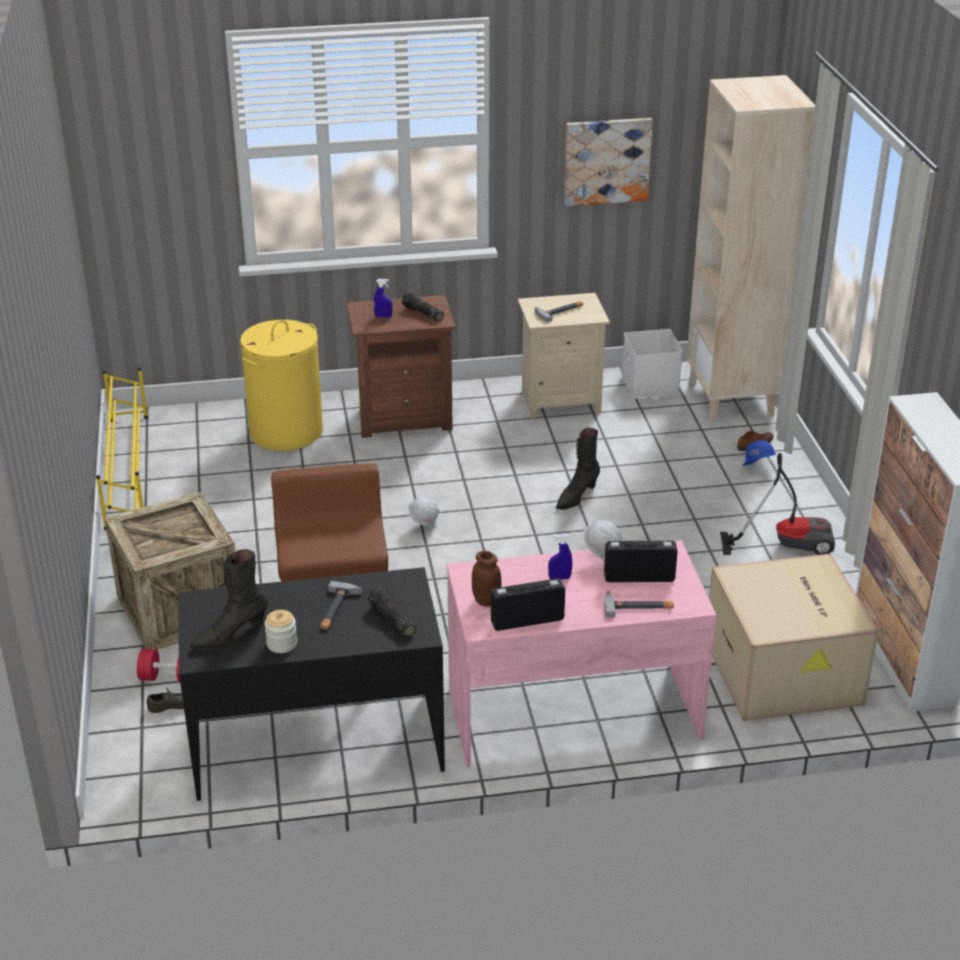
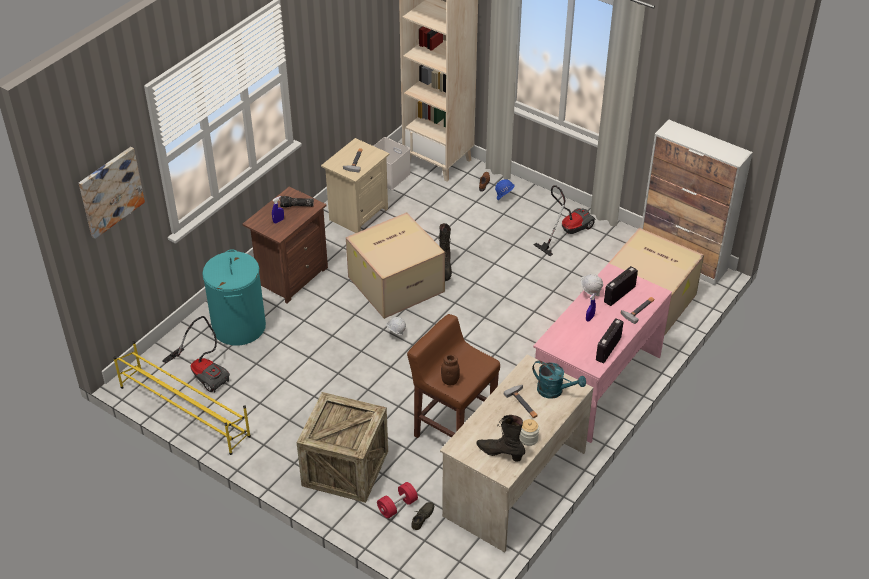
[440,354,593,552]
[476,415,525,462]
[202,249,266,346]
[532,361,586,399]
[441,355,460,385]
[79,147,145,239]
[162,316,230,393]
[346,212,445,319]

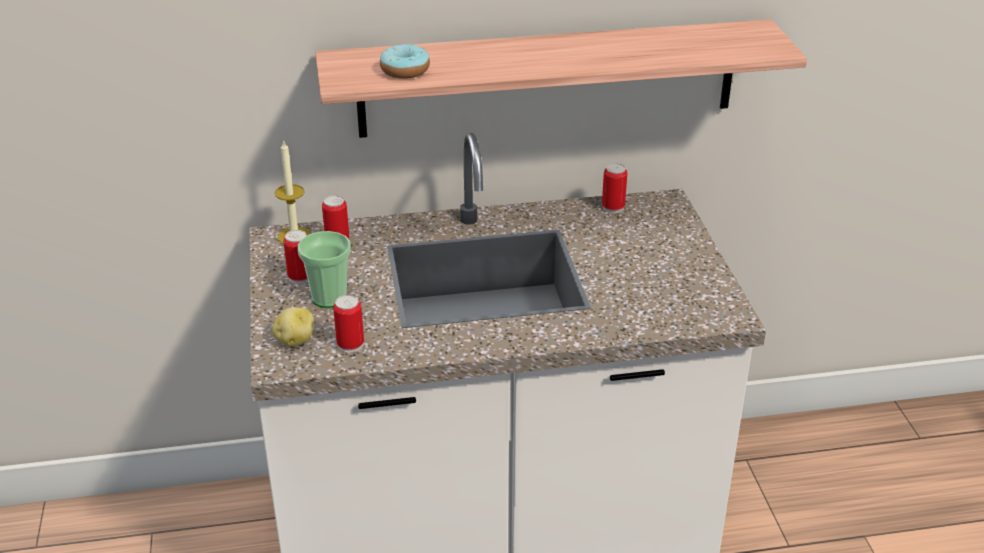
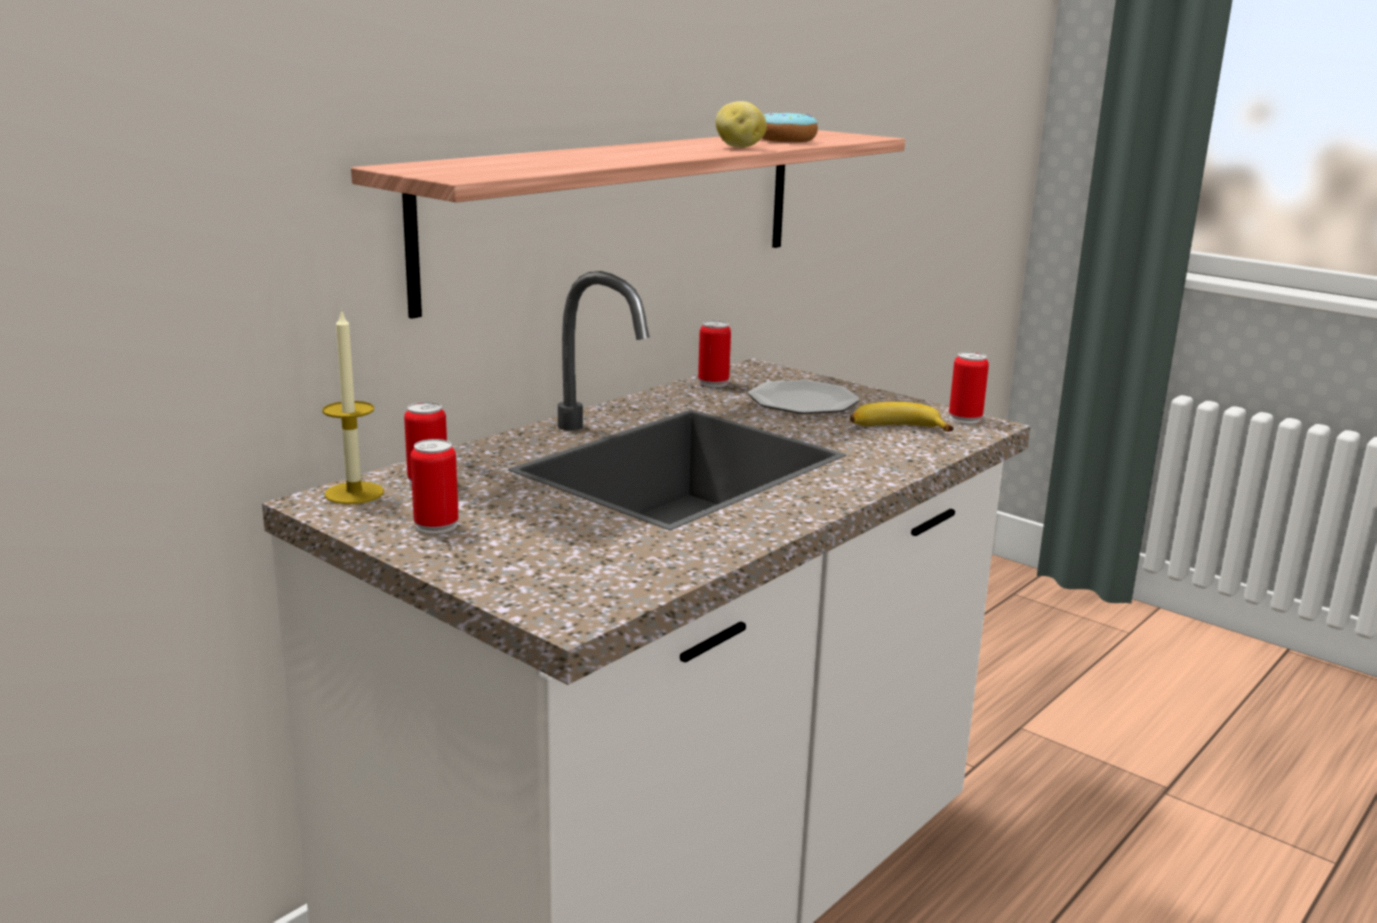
[715,101,767,147]
[298,231,351,308] (first image)
[949,352,989,424]
[762,112,818,142]
[748,380,860,414]
[850,402,954,432]

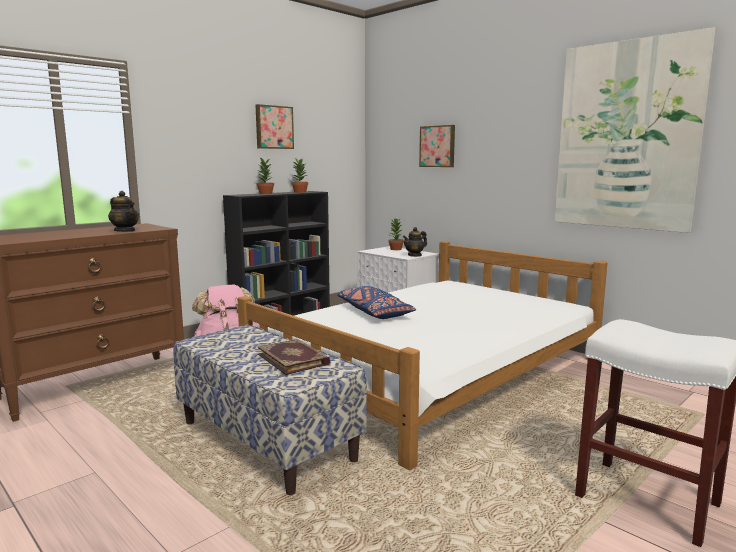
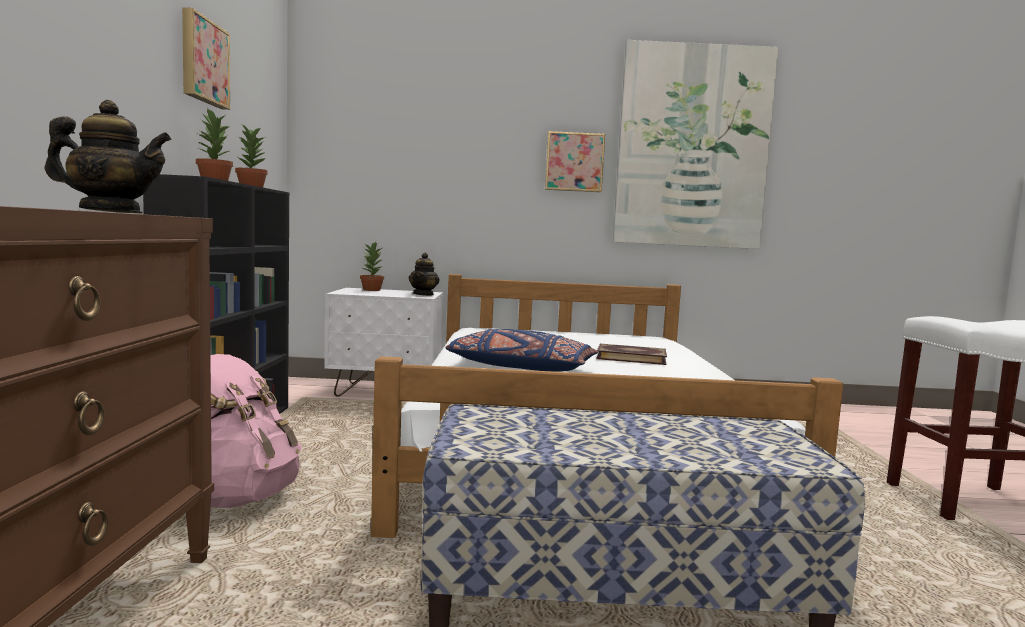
[596,344,667,365]
[545,131,605,192]

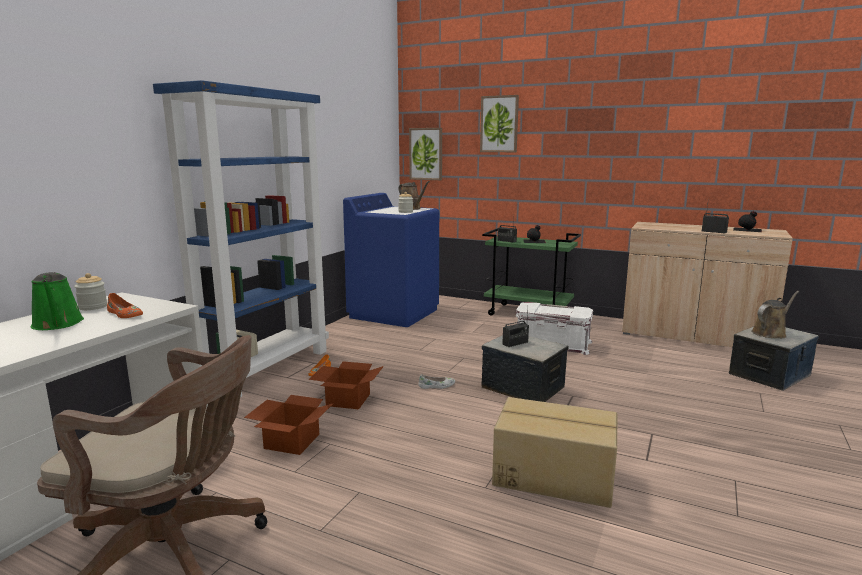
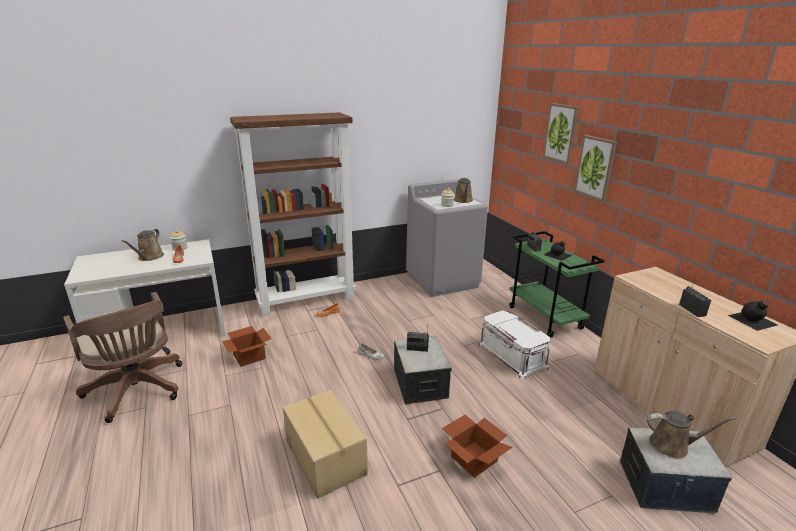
[121,229,164,261]
[230,112,356,316]
[442,415,512,478]
[406,179,488,297]
[574,135,617,201]

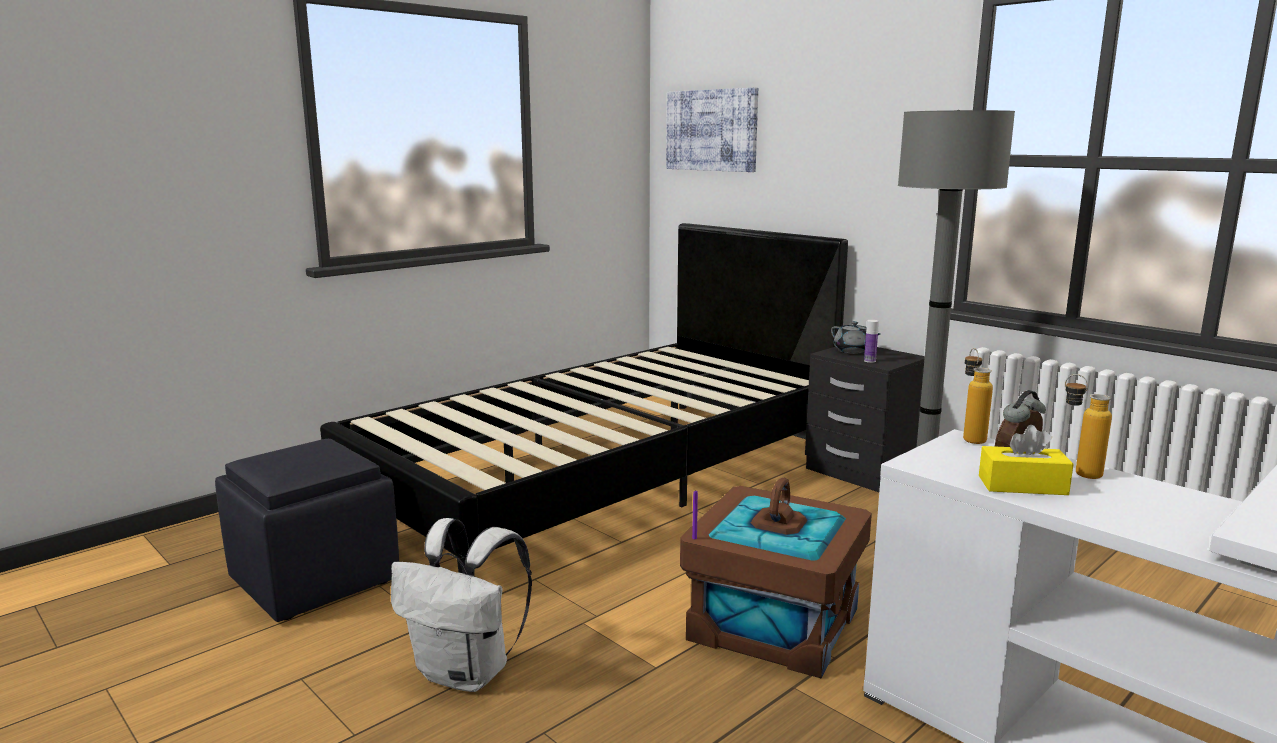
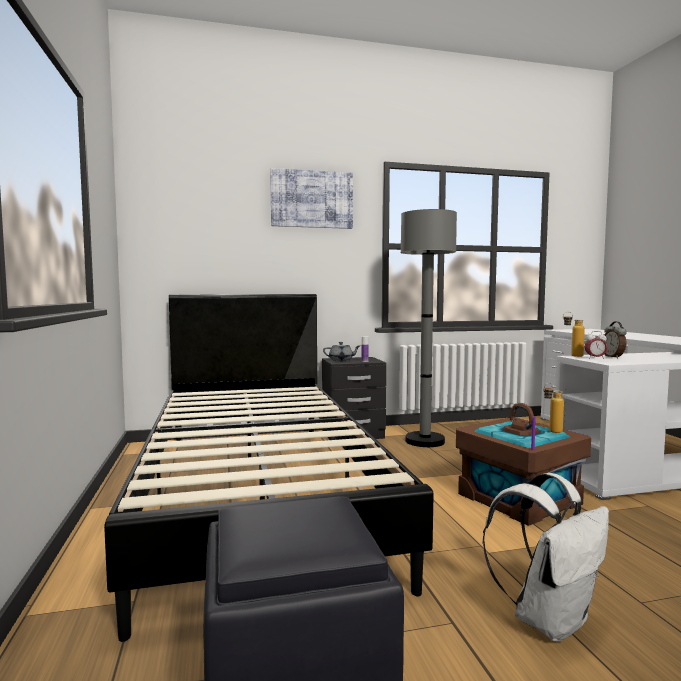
[270,168,353,229]
[979,425,1074,495] (first image)
[543,383,564,433]
[585,331,607,359]

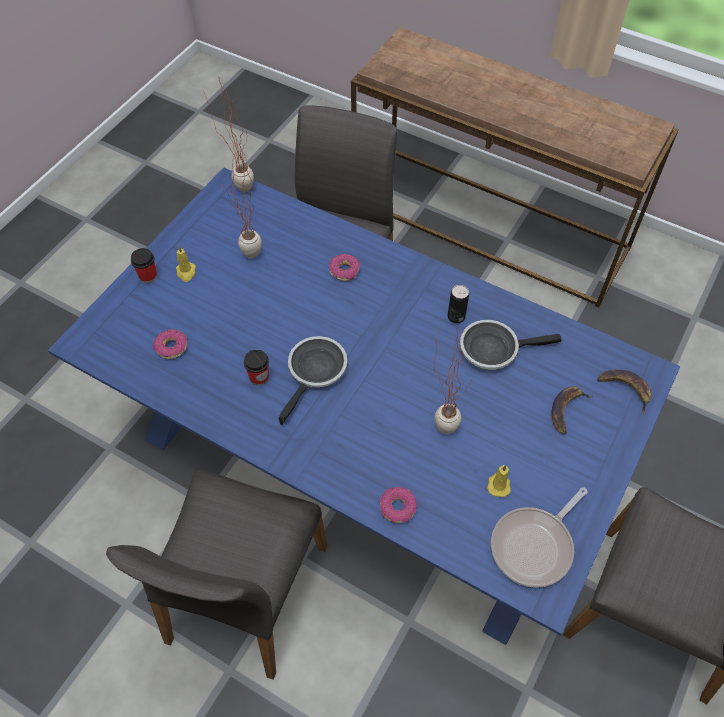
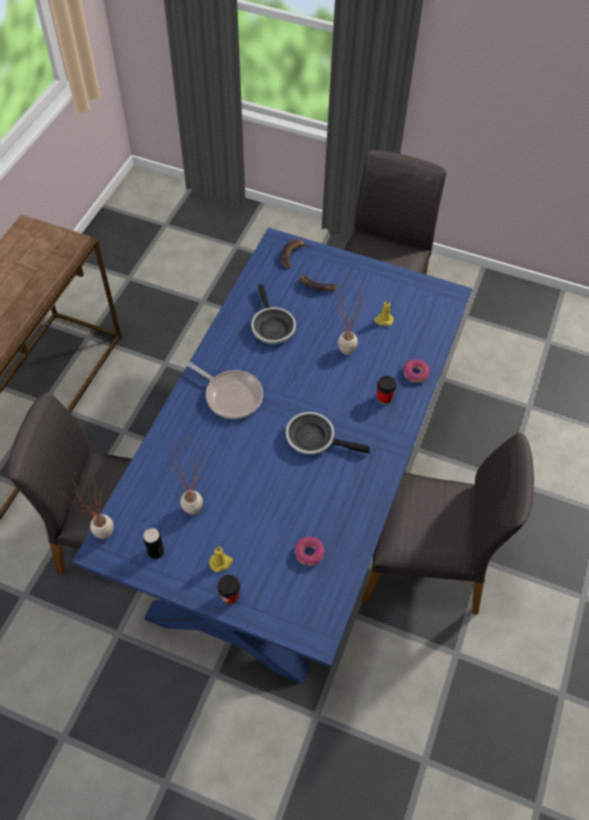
[377,376,397,405]
[329,254,360,281] (first image)
[143,528,164,559]
[187,362,263,419]

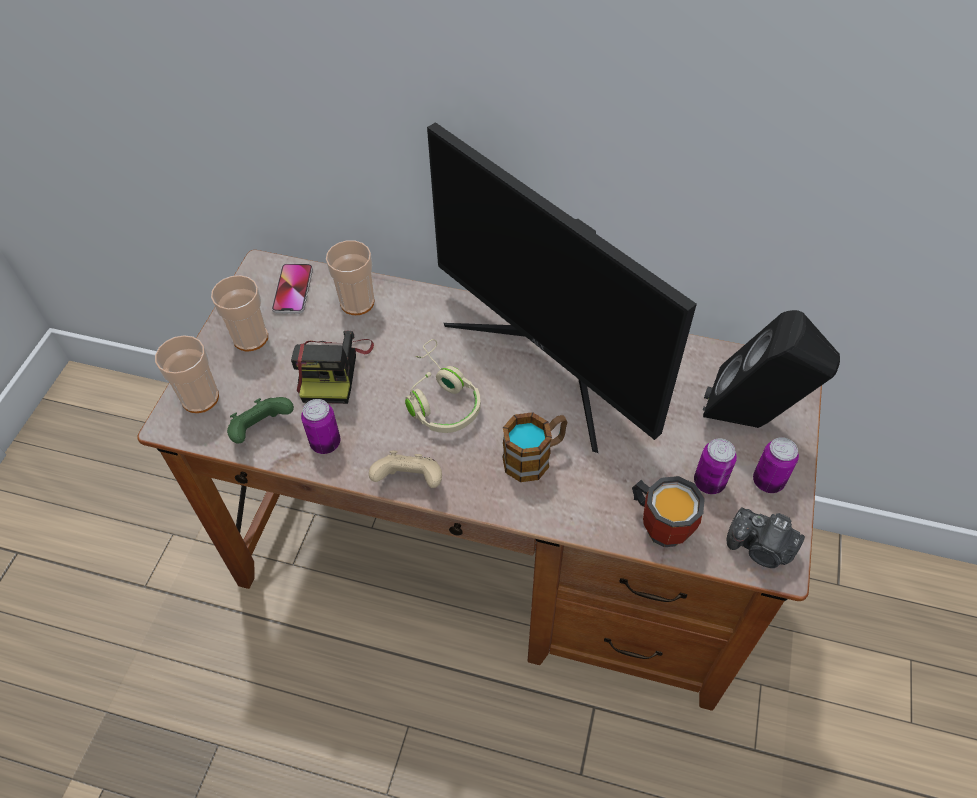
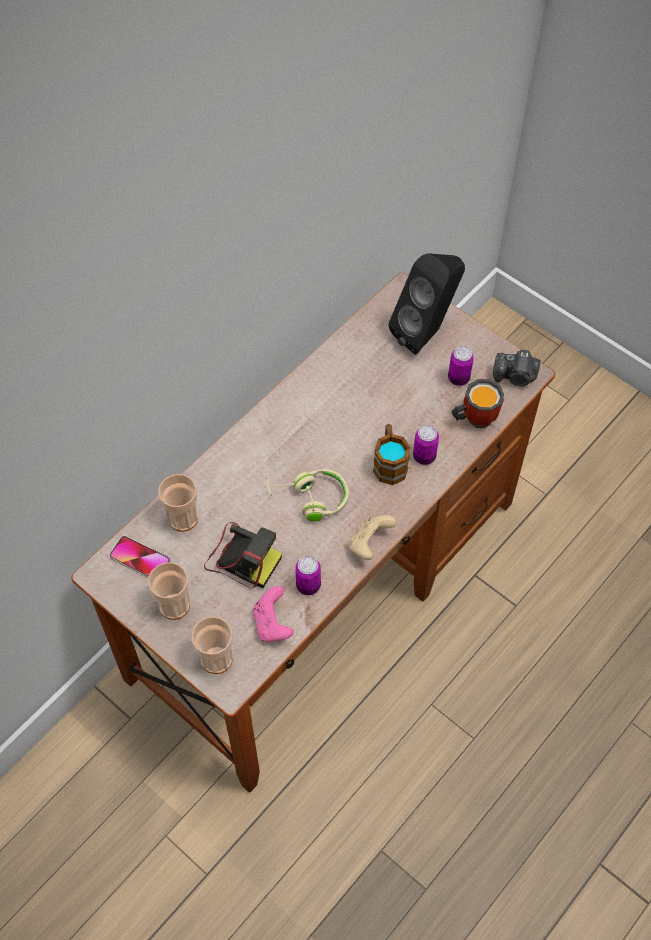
[253,586,294,642]
[427,122,697,453] (first image)
[493,349,541,386]
[413,425,439,465]

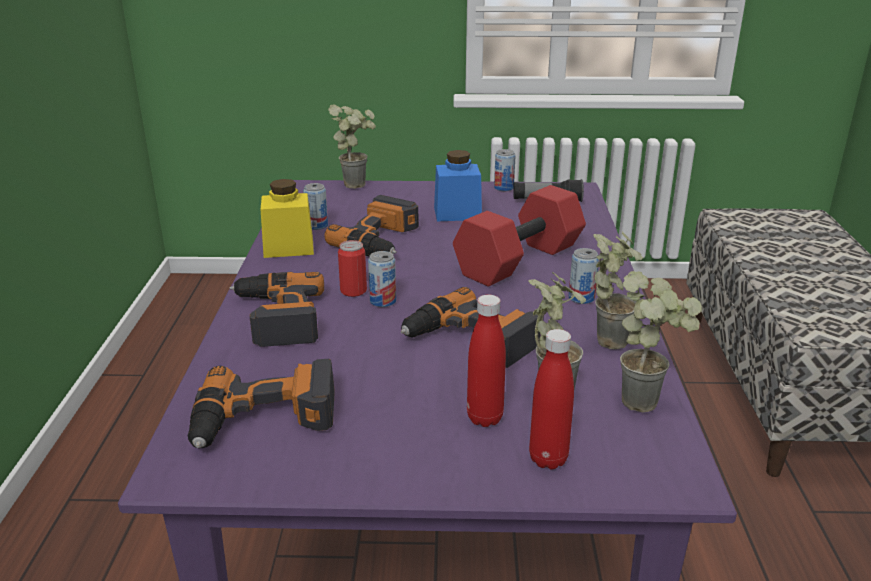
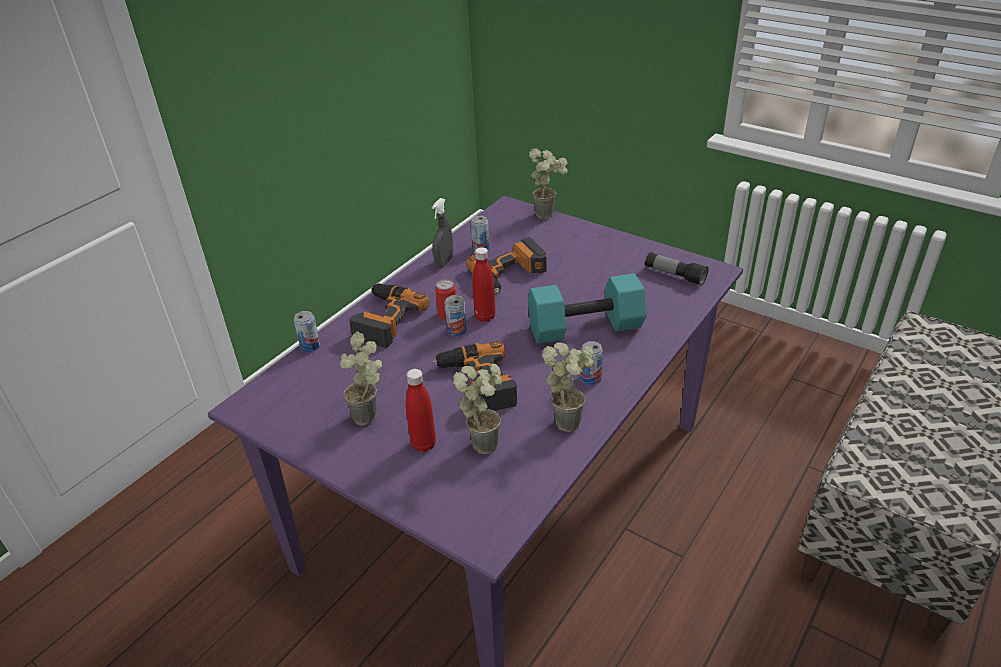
[188,359,335,449] (first image)
[432,198,453,268]
[434,150,482,221] (first image)
[528,273,647,344]
[294,311,320,352]
[472,247,496,322]
[340,332,382,425]

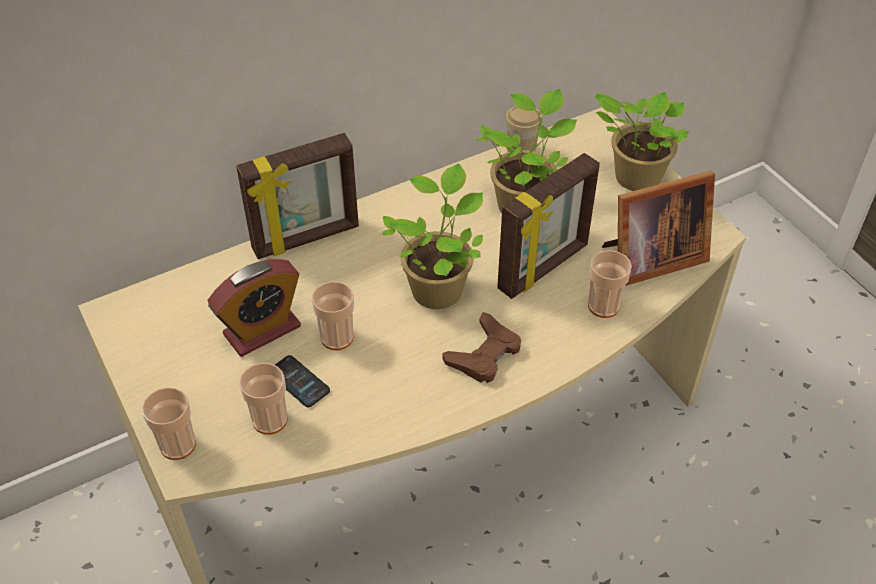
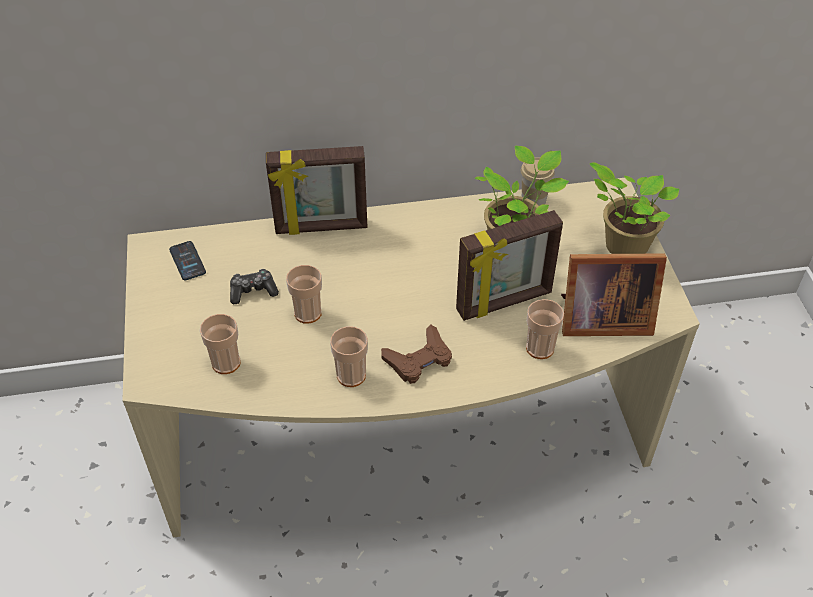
[330,326,368,387]
[230,269,279,304]
[169,241,206,280]
[382,163,483,309] (first image)

